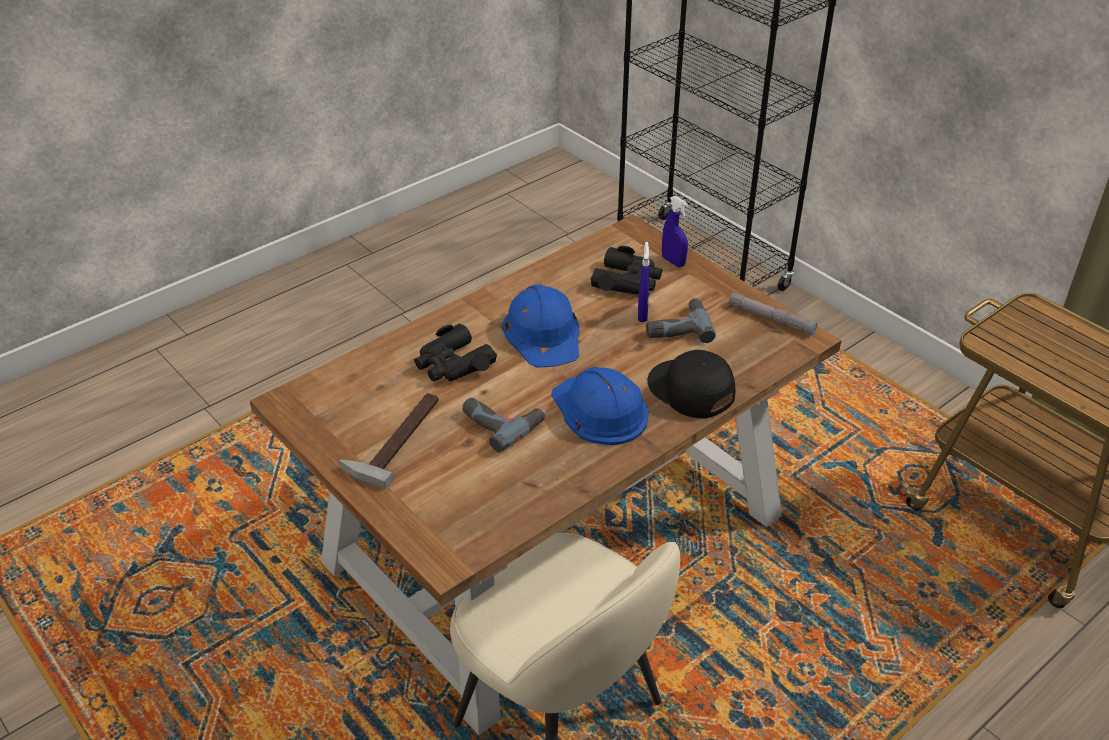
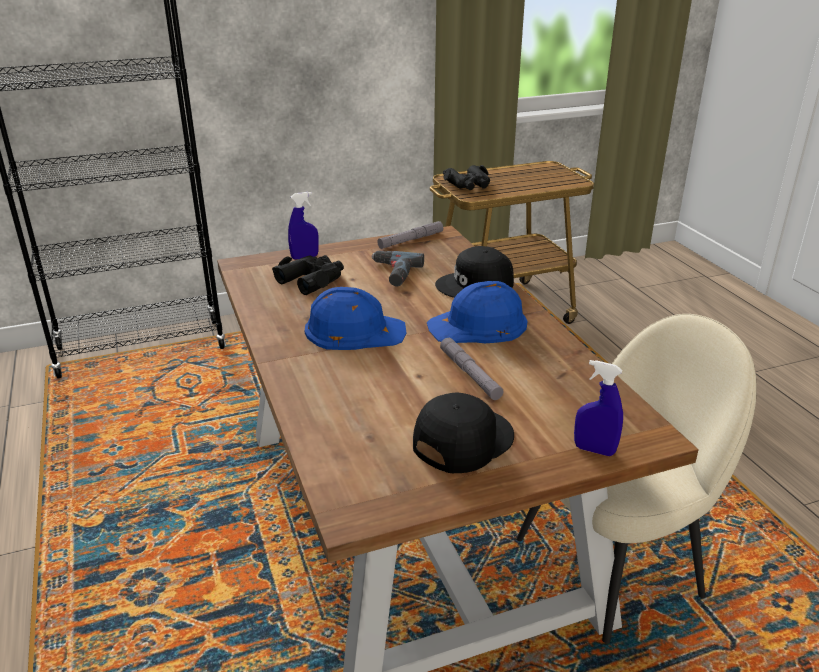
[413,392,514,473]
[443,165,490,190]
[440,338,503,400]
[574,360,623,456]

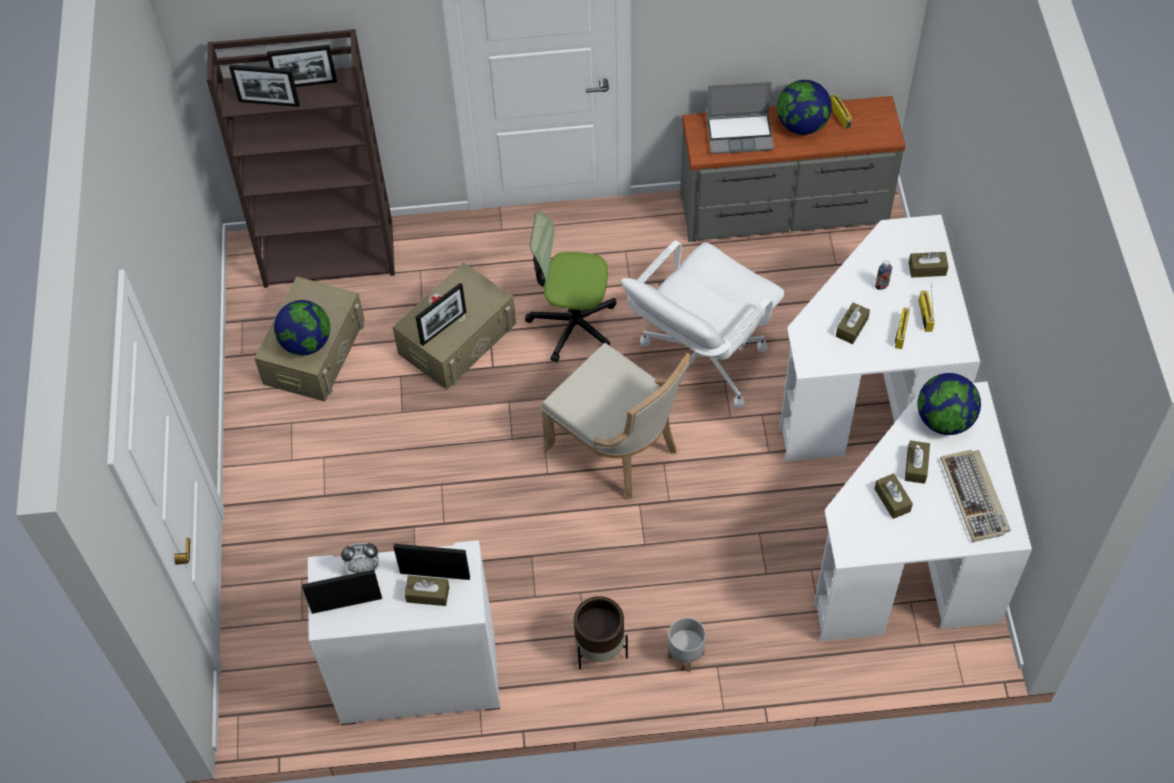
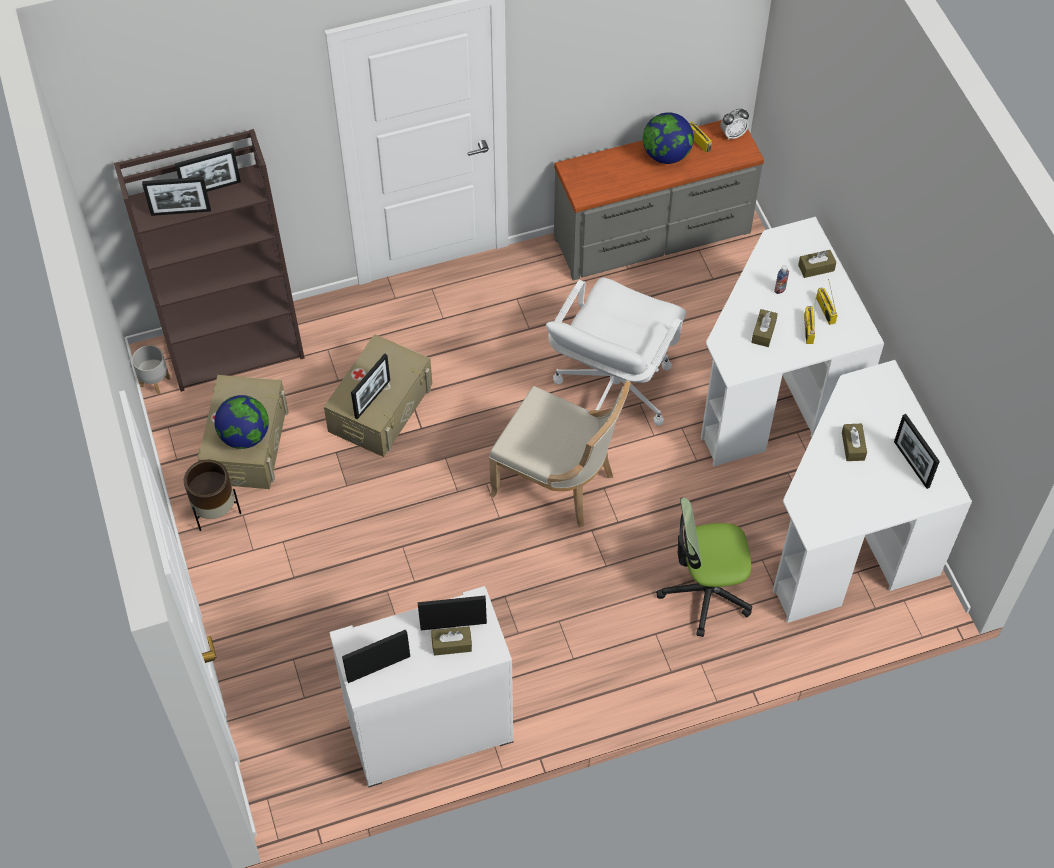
[720,109,749,140]
[656,497,752,637]
[184,460,241,531]
[132,345,170,394]
[706,81,774,154] (first image)
[874,473,913,519] (first image)
[917,373,981,435] (first image)
[894,414,940,489]

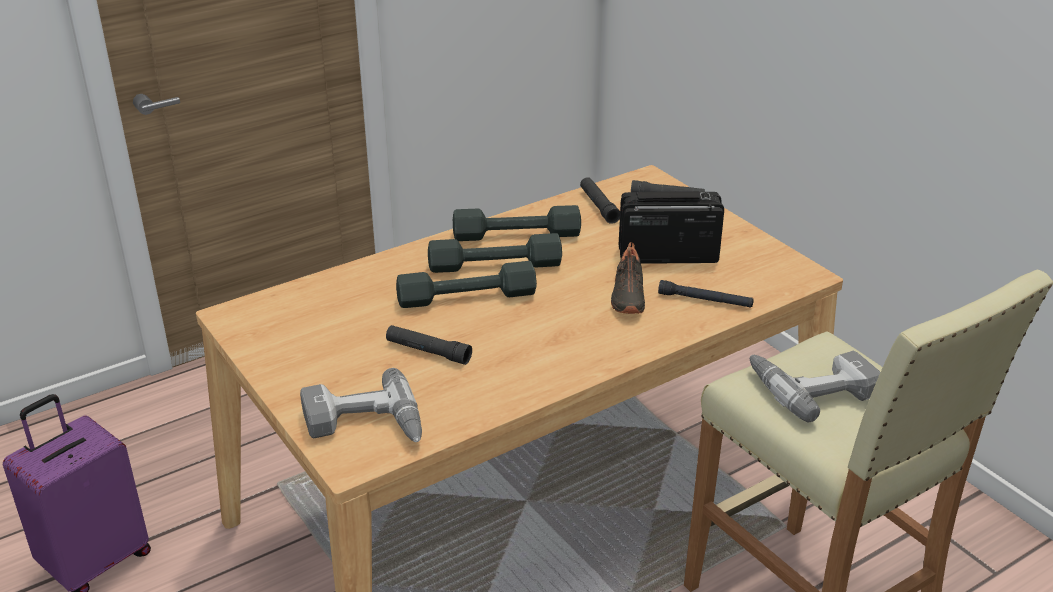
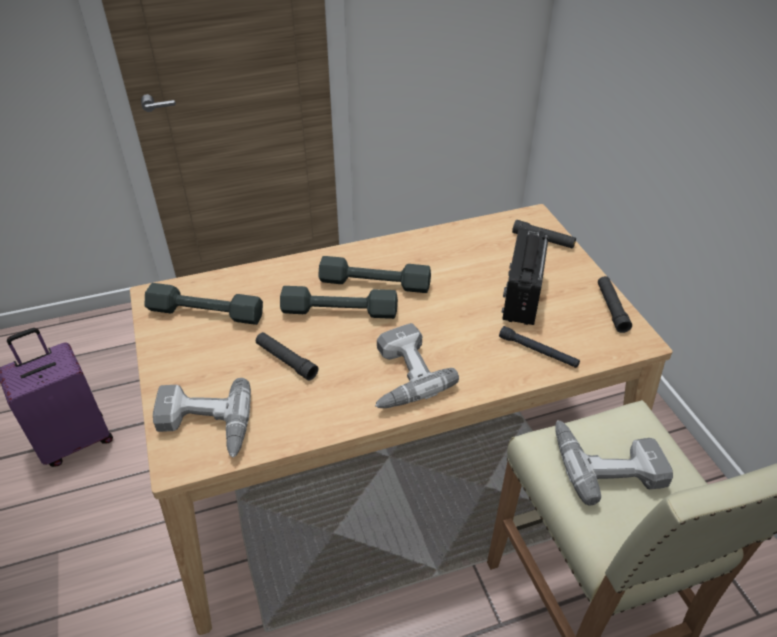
[145,283,263,325]
[598,276,632,333]
[611,242,645,314] (first image)
[502,229,549,325]
[375,323,459,408]

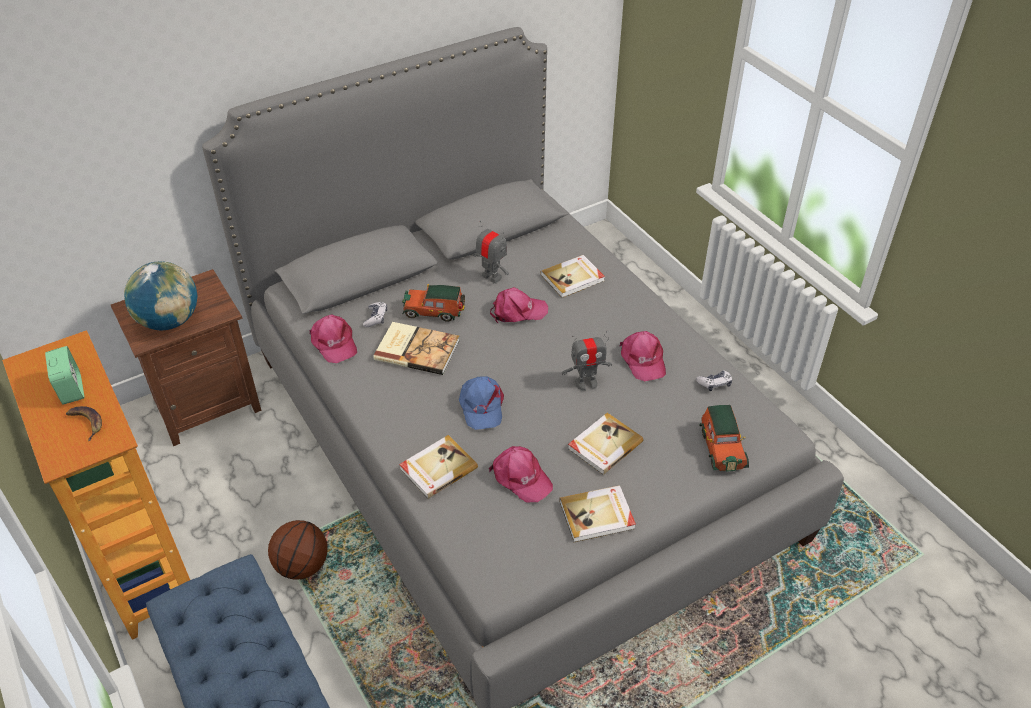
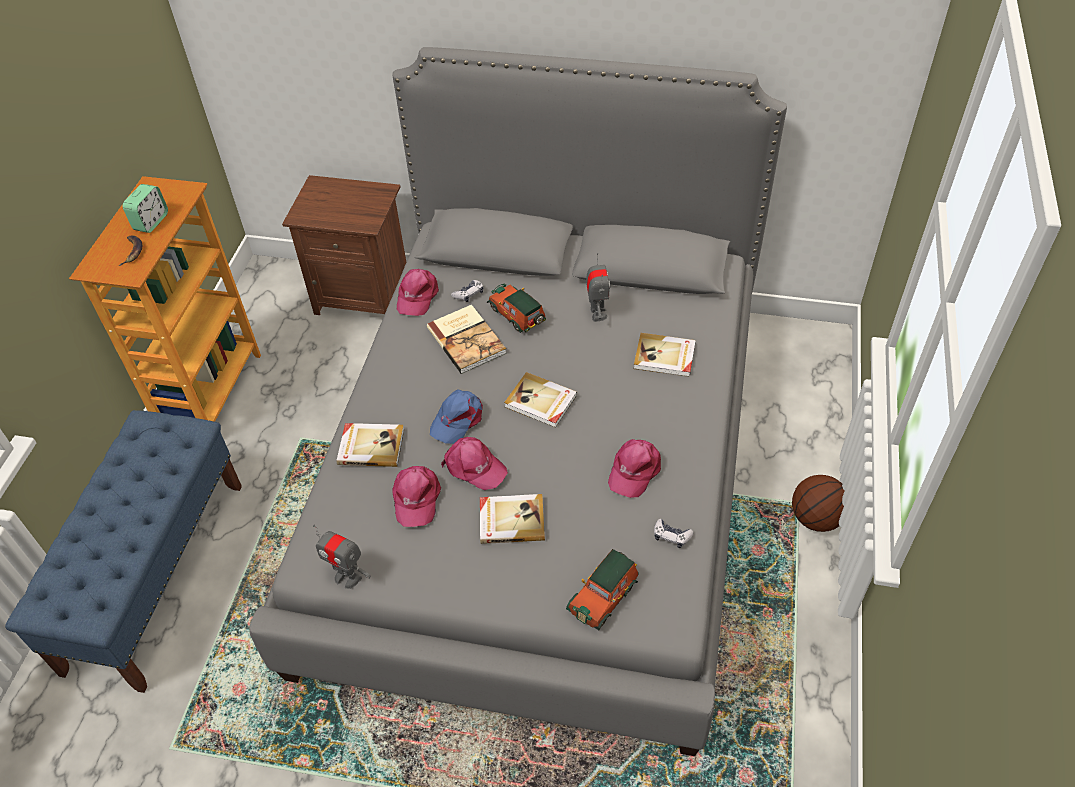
[124,261,197,330] (first image)
[792,475,845,532]
[441,437,508,490]
[504,372,577,428]
[313,525,371,589]

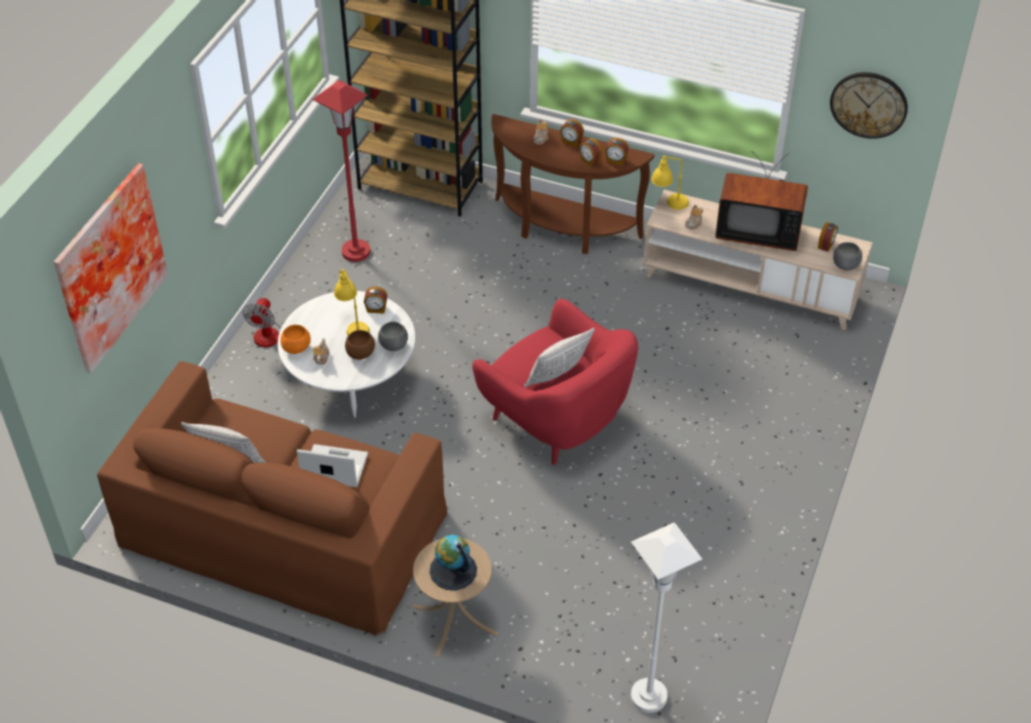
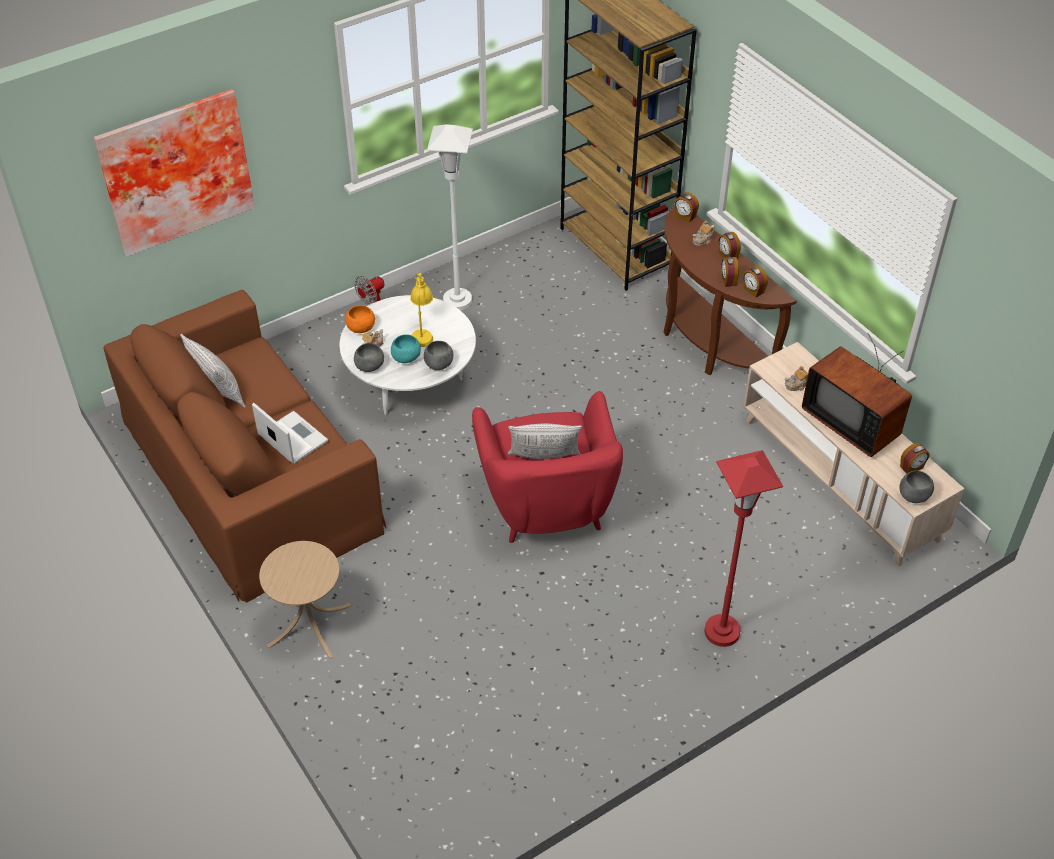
[705,450,783,647]
[391,334,421,363]
[674,192,699,222]
[429,535,477,590] (first image)
[427,124,473,310]
[651,155,689,210] (first image)
[830,72,908,139] (first image)
[354,343,384,372]

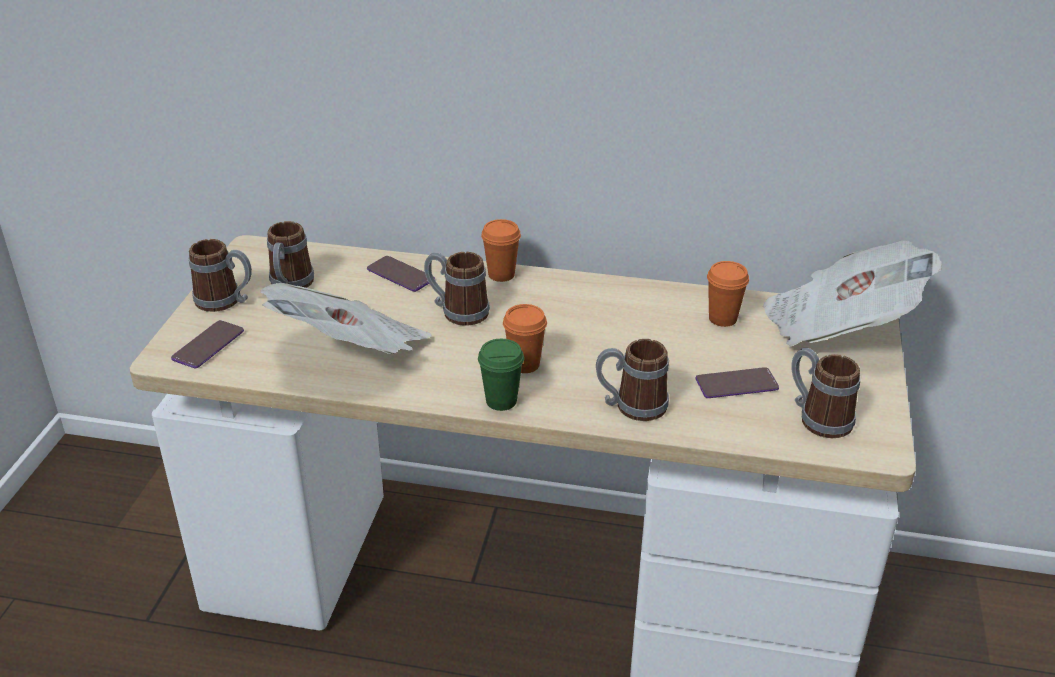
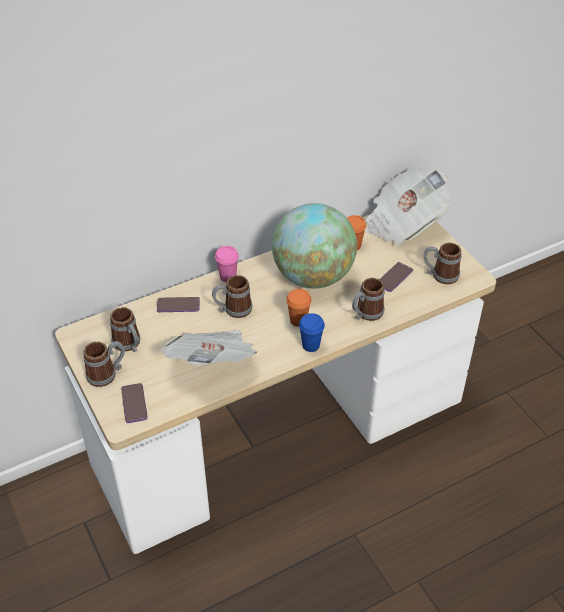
[299,313,325,352]
[215,246,239,282]
[272,203,357,288]

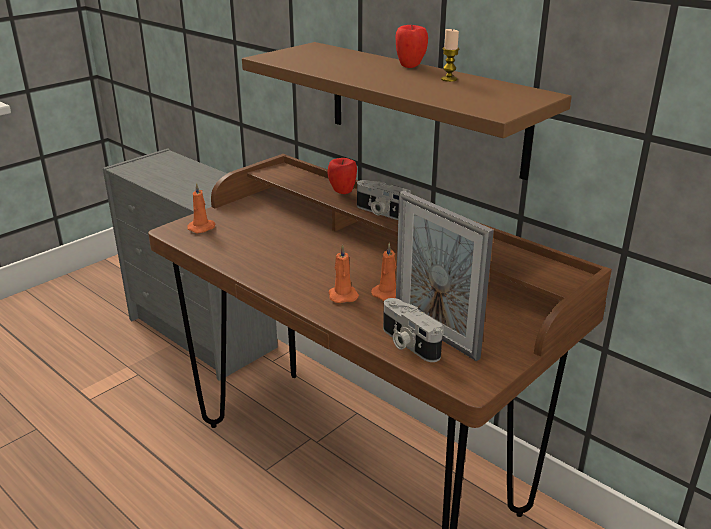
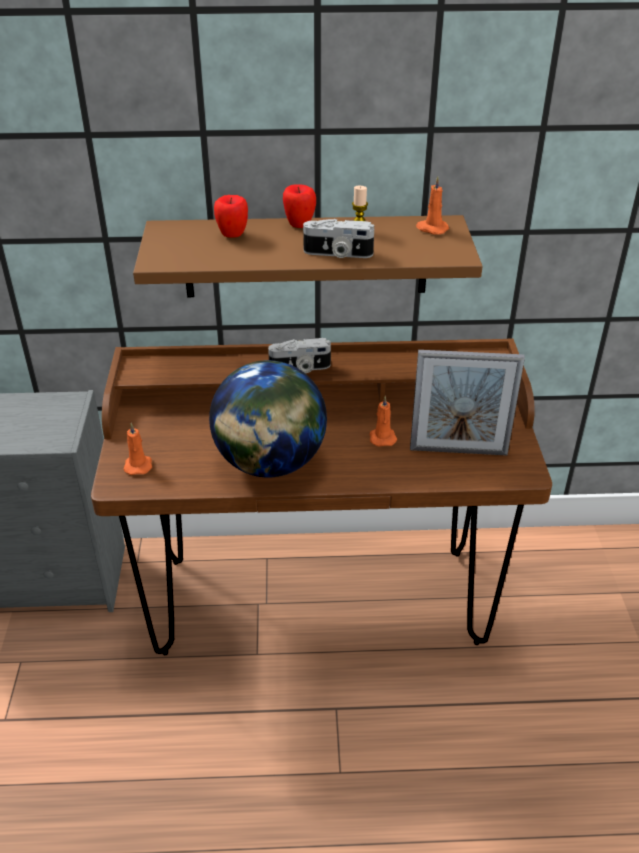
[214,195,248,238]
[416,176,449,234]
[303,219,374,258]
[209,360,327,478]

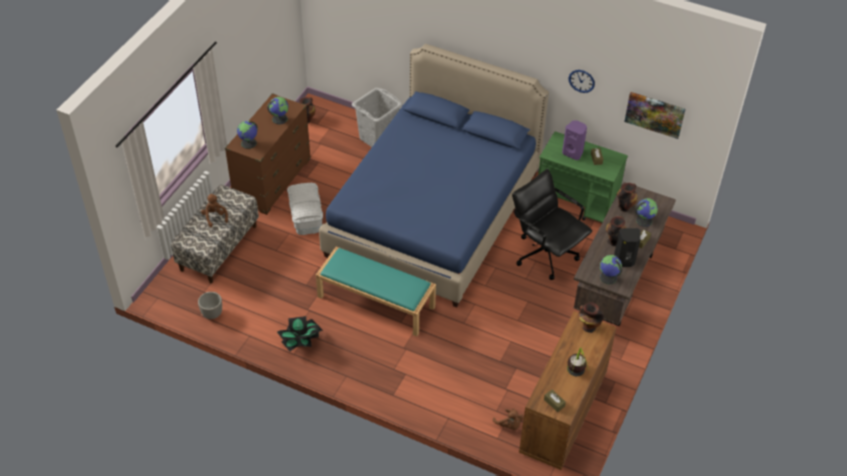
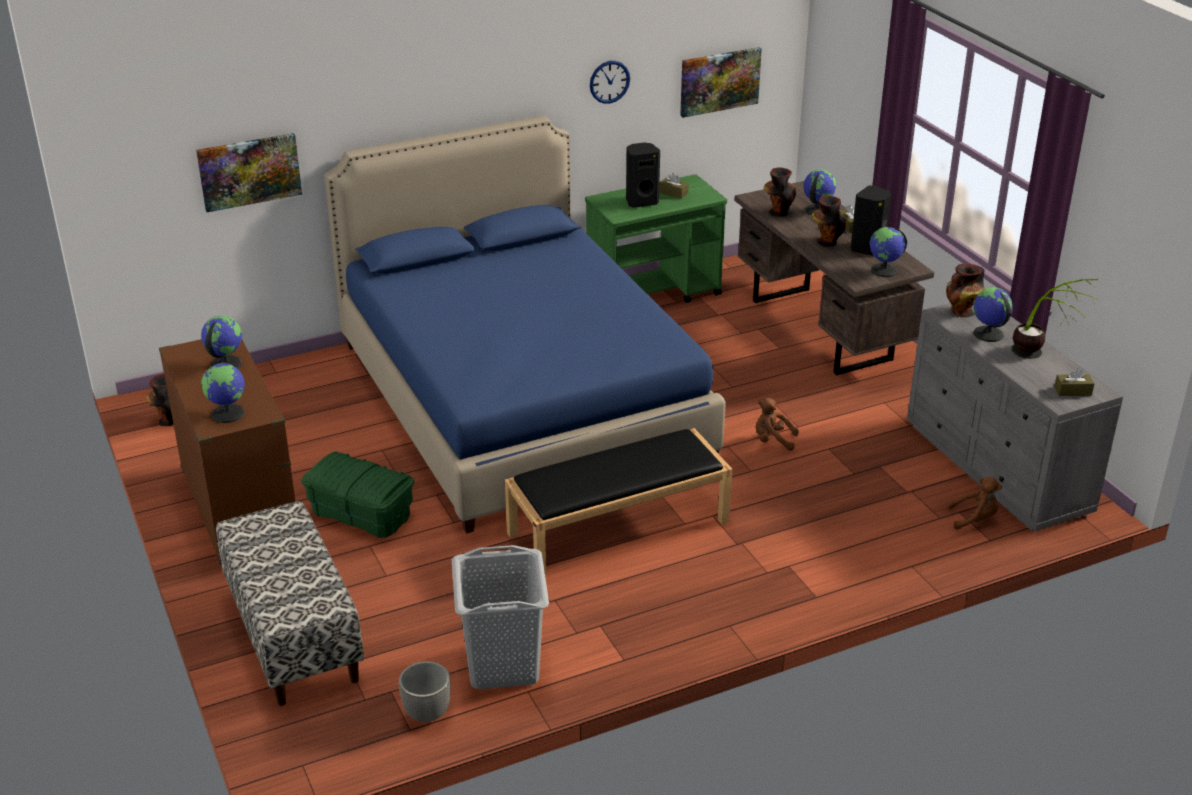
[756,398,799,451]
[277,316,323,351] (first image)
[301,451,414,538]
[505,428,732,577]
[452,545,549,689]
[512,169,592,280] (first image)
[907,303,1123,531]
[626,142,660,208]
[196,133,302,212]
[973,287,1013,342]

